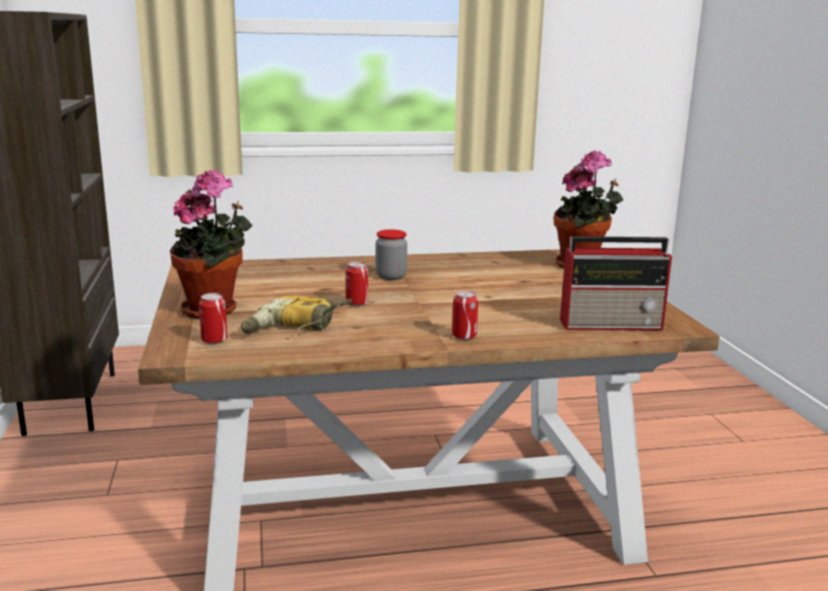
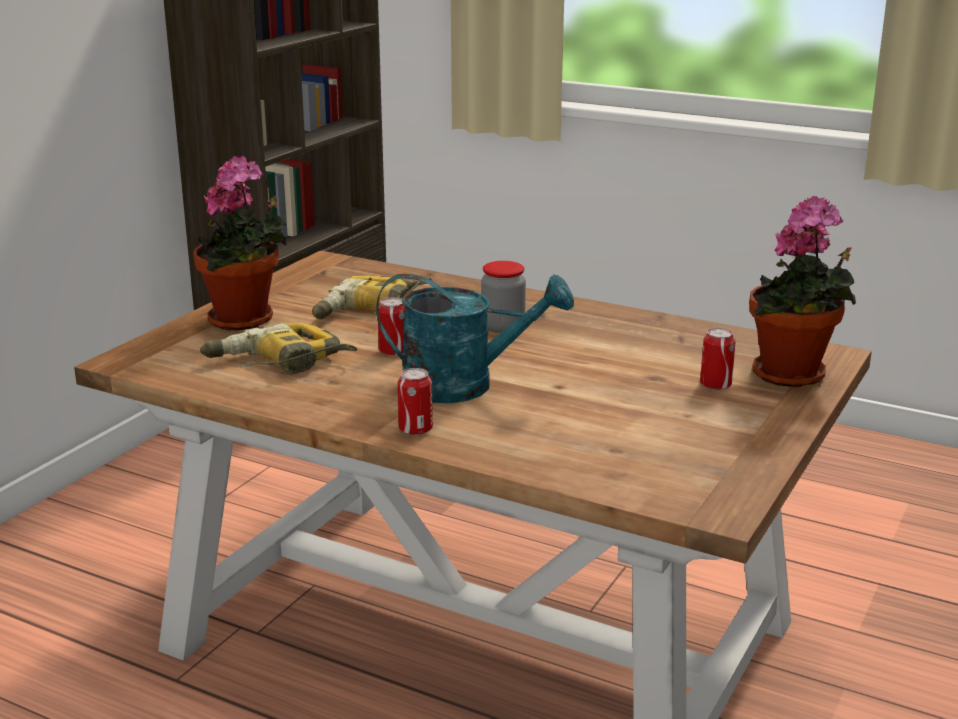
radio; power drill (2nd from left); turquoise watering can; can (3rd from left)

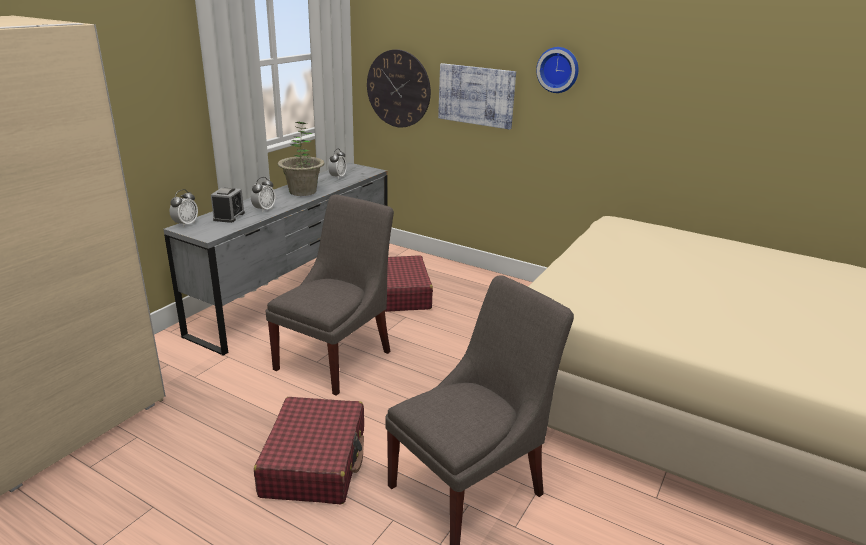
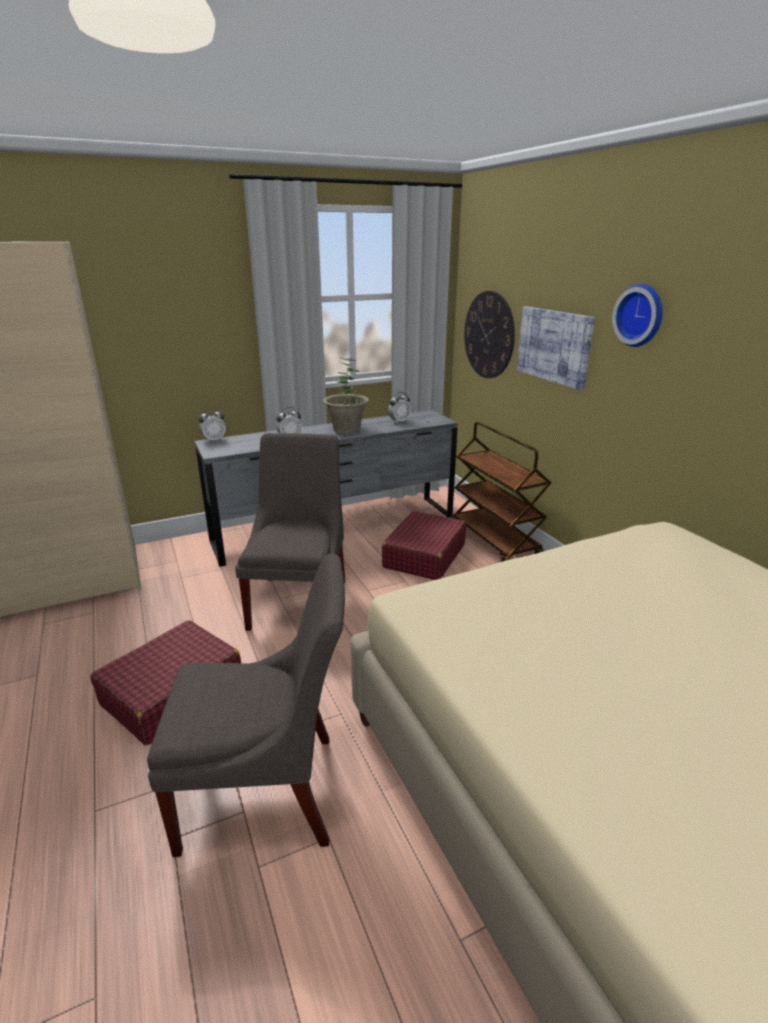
alarm clock (2nd from left in the first image); brown cart; grey chair (2nd from left)

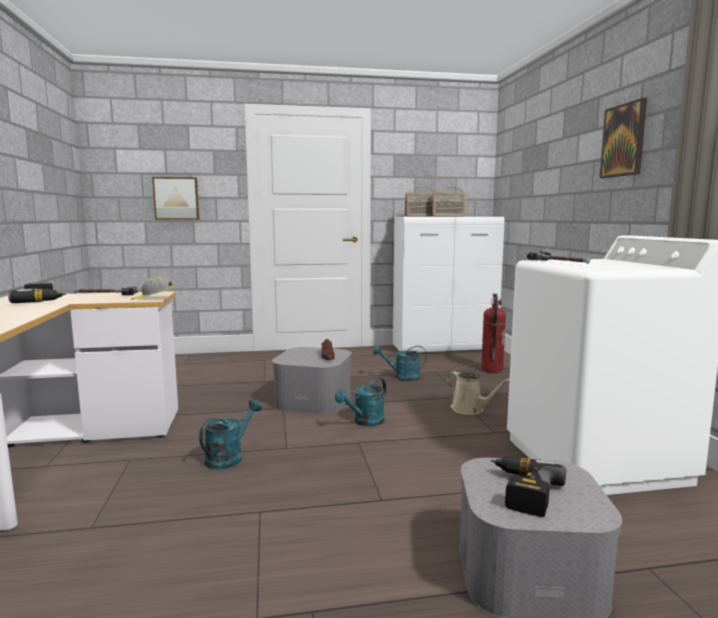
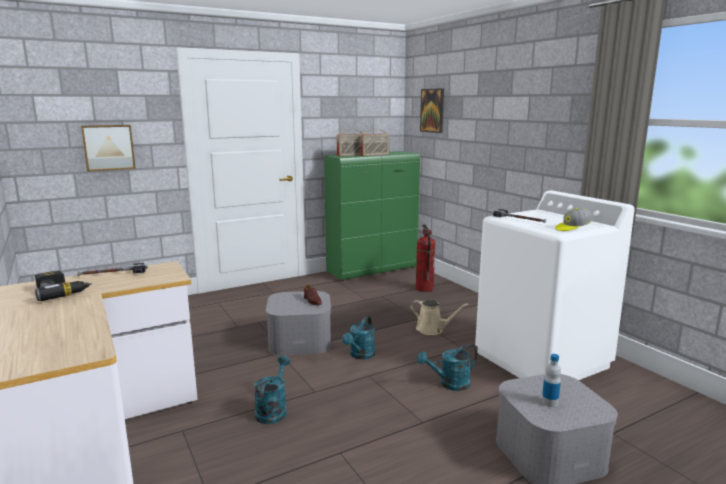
cap; turquoise watering can (3rd from left); picture (2nd from left); bottle; green cabinet

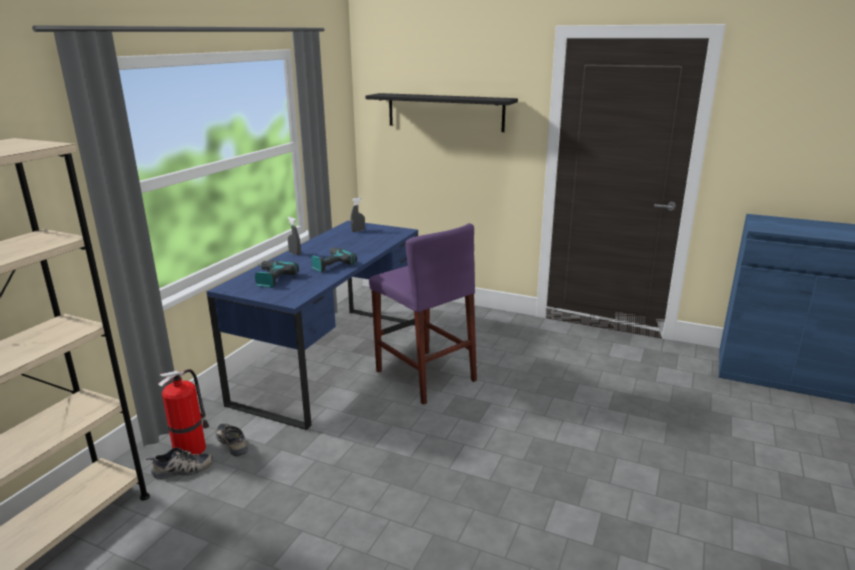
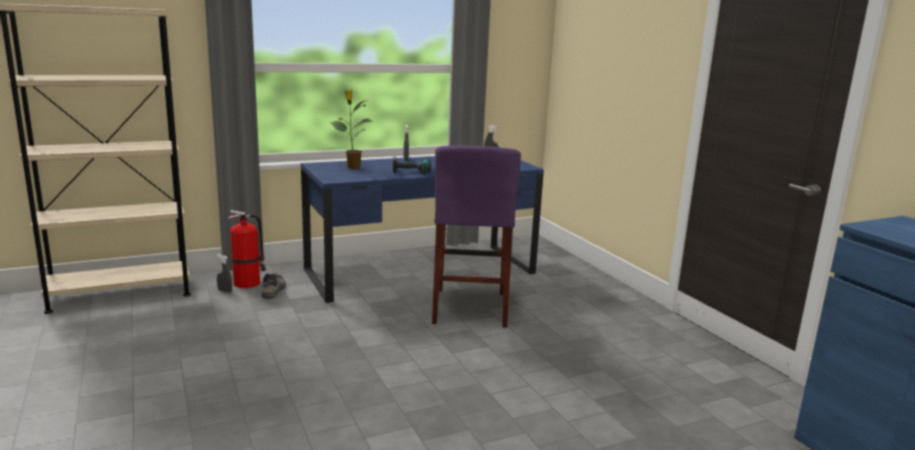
black shelf; grey spray bottle (1st from left); potted plant

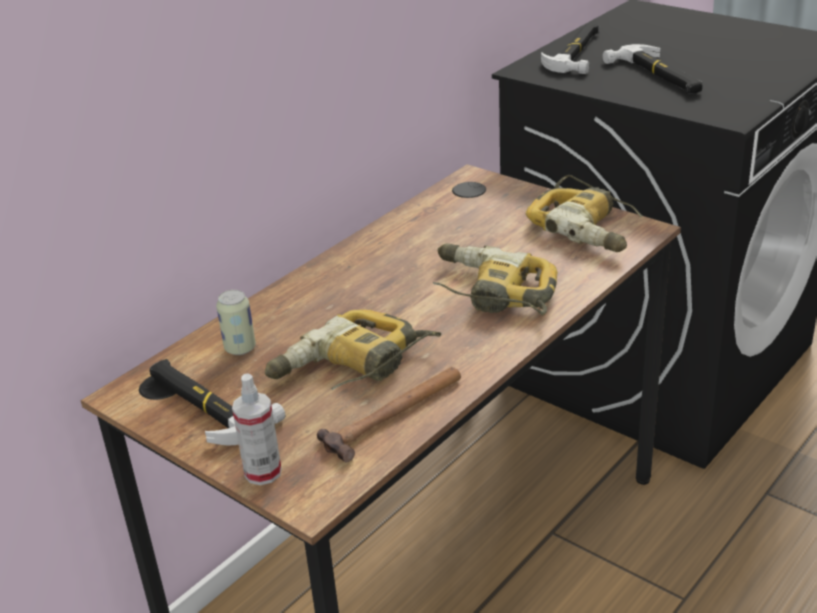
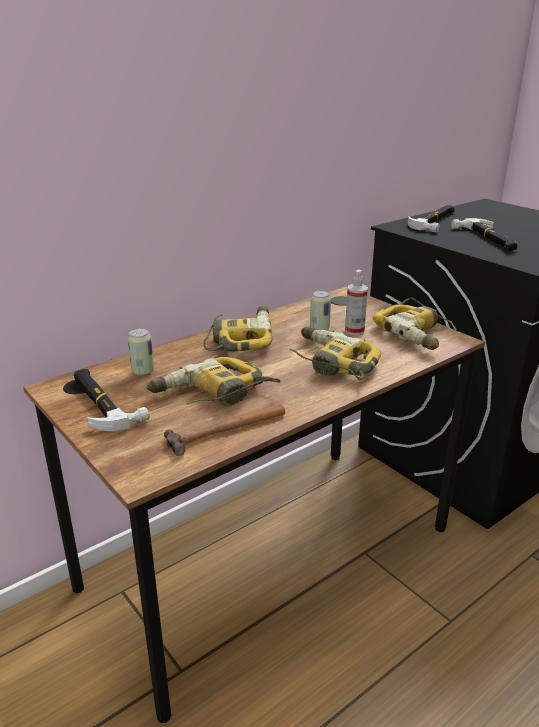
power drill (2nd from left); can (2nd from left); spray bottle

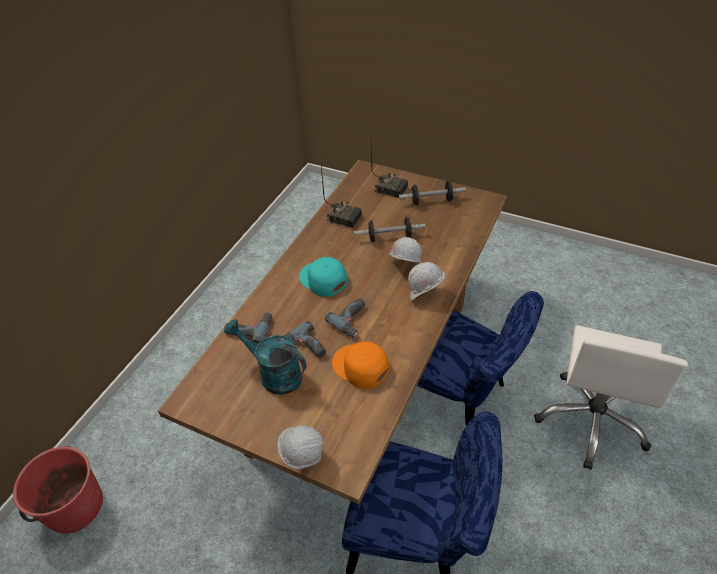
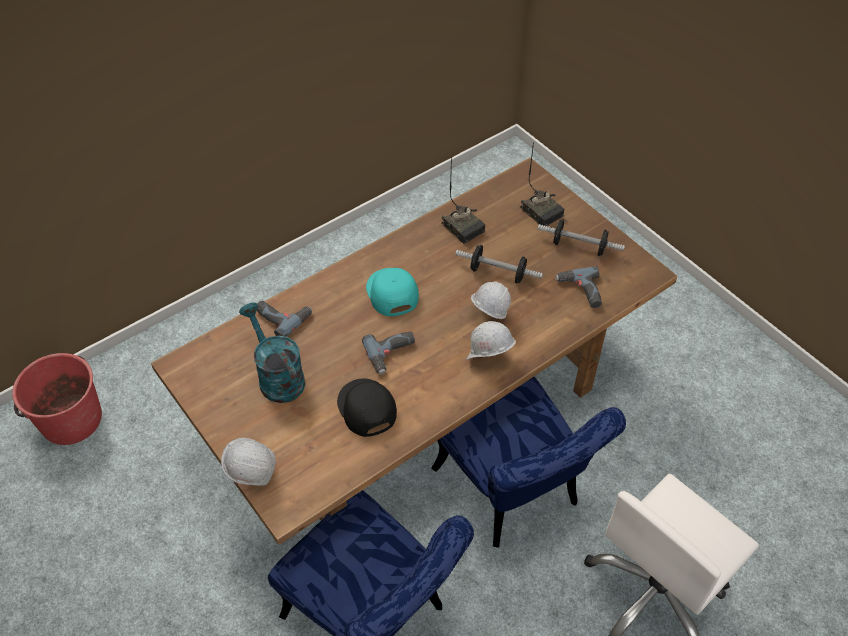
power drill (3rd from left); black cap

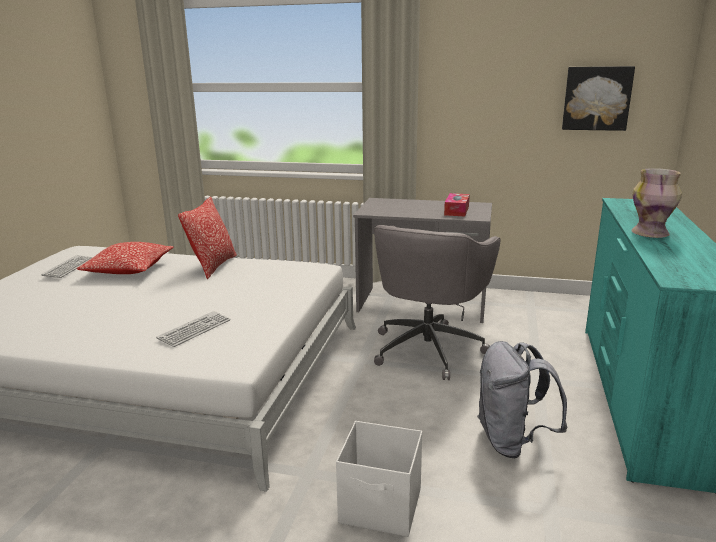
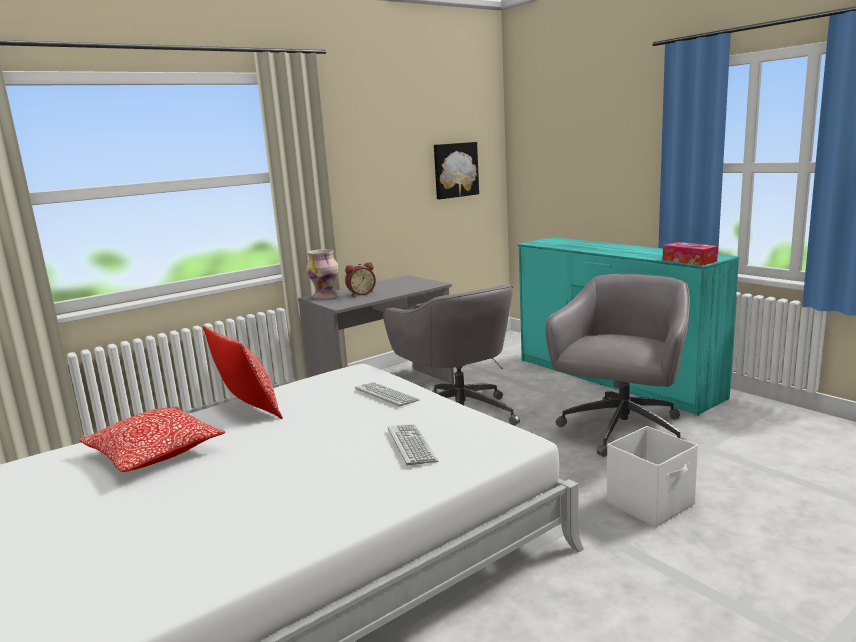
alarm clock; keyboard (1st from left); tissue box; vase; grey office chair (2nd from left)

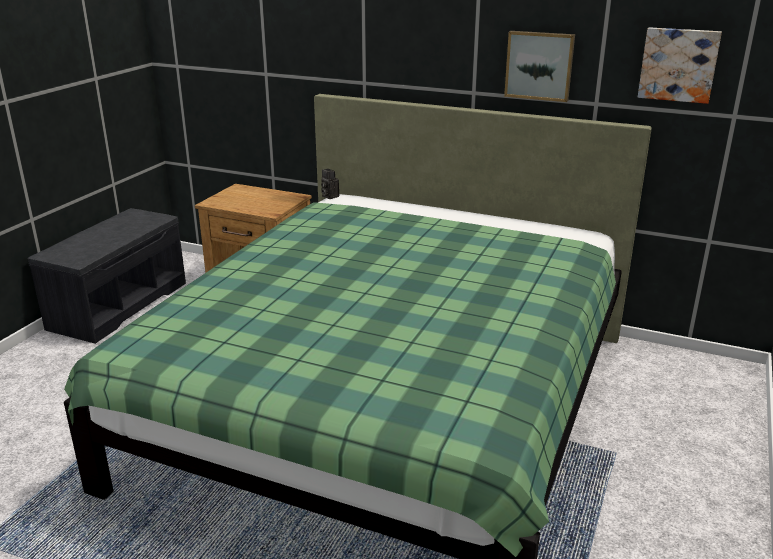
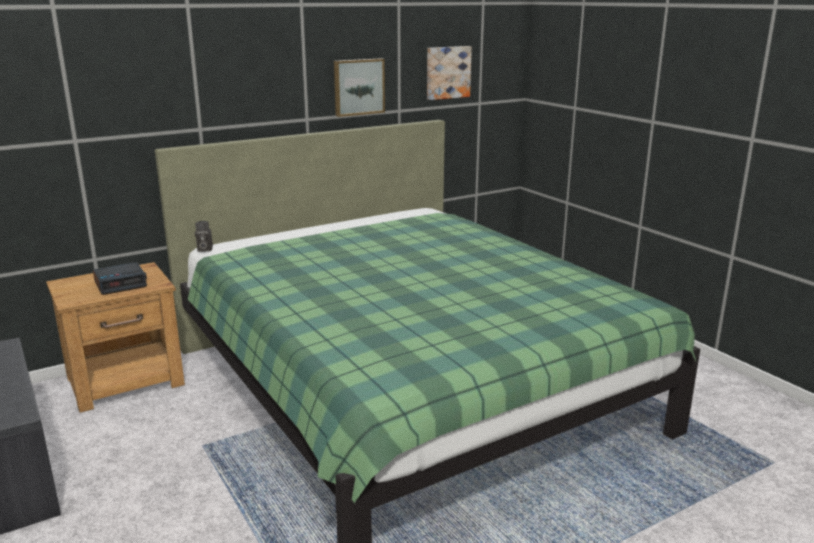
alarm clock

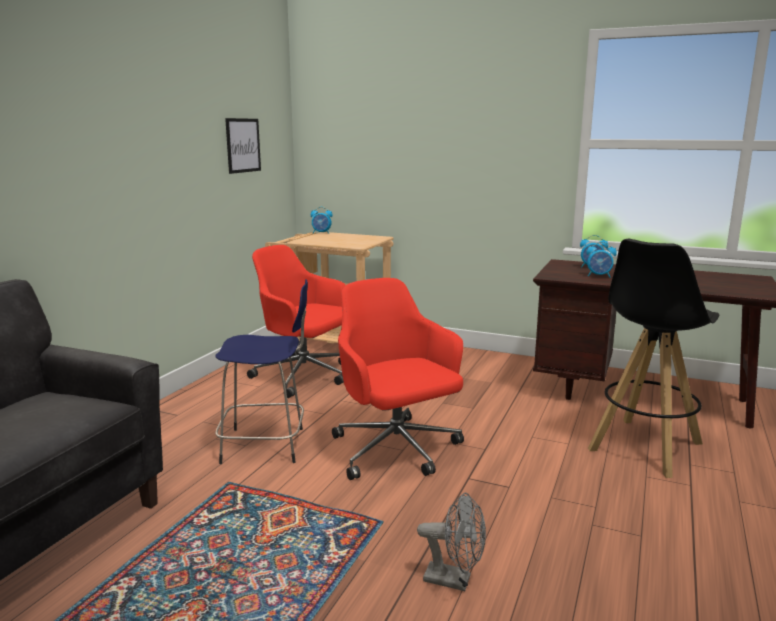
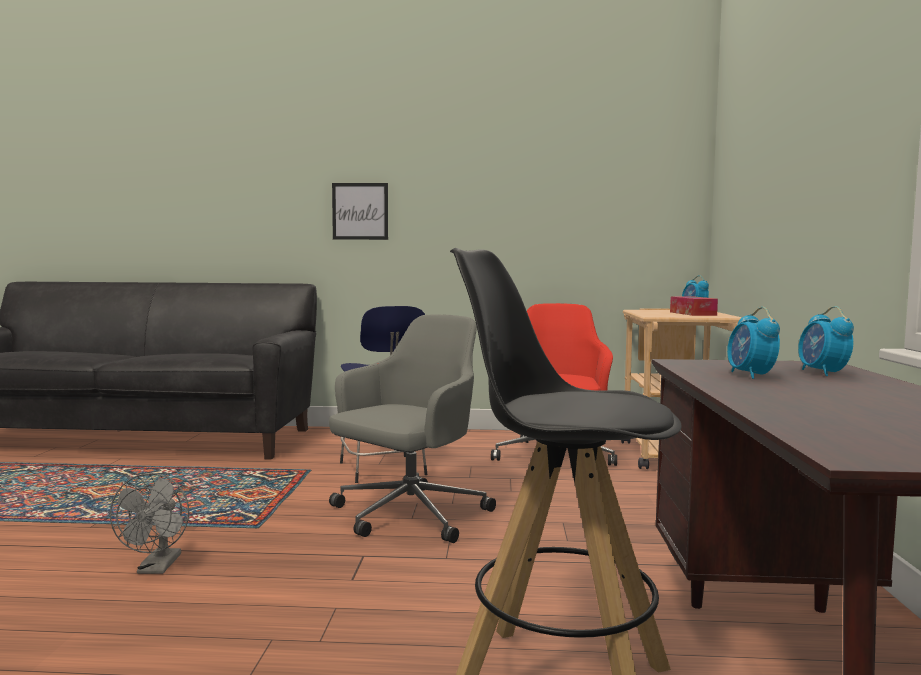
tissue box; picture; grey office chair

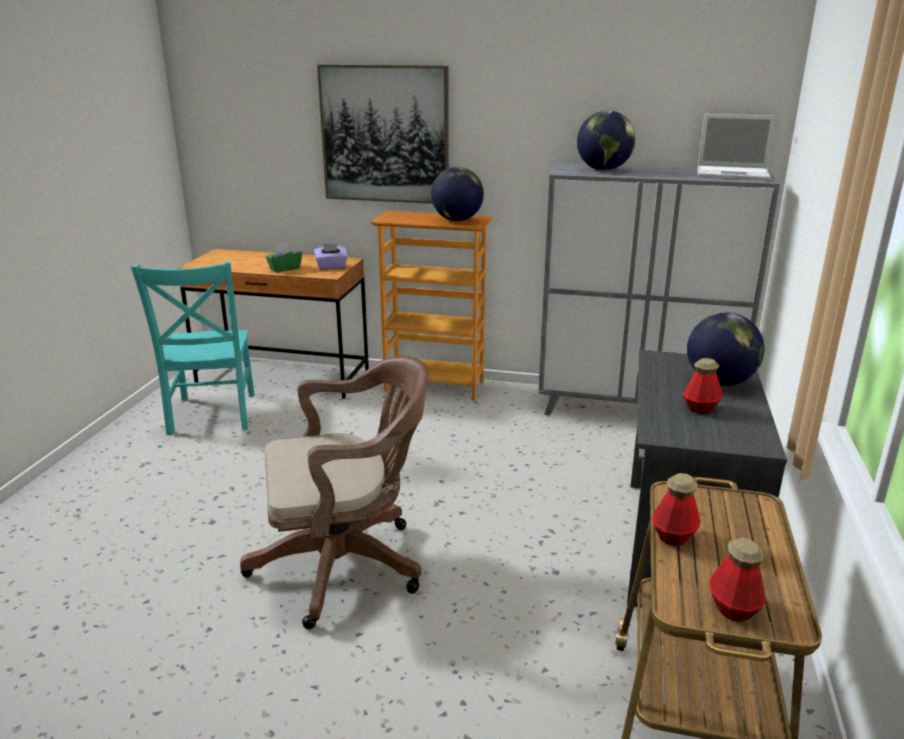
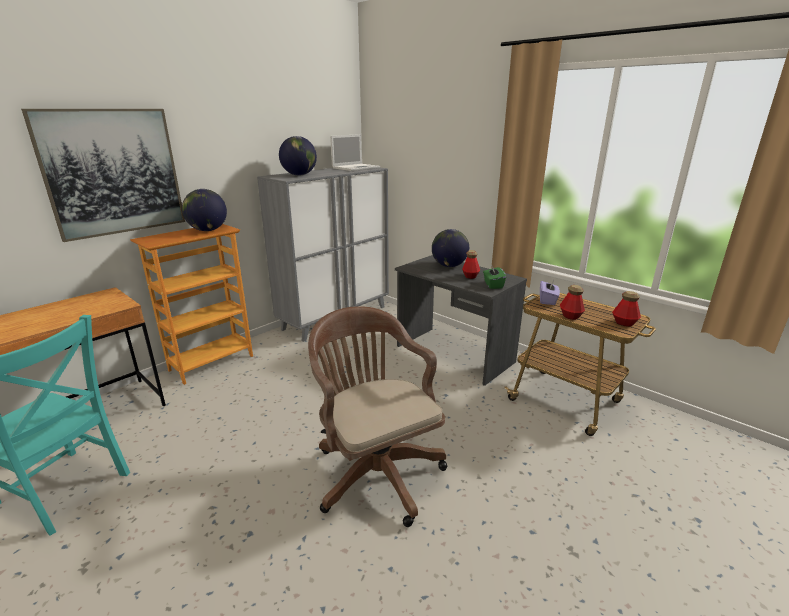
green tissue box; purple tissue box; brown office chair

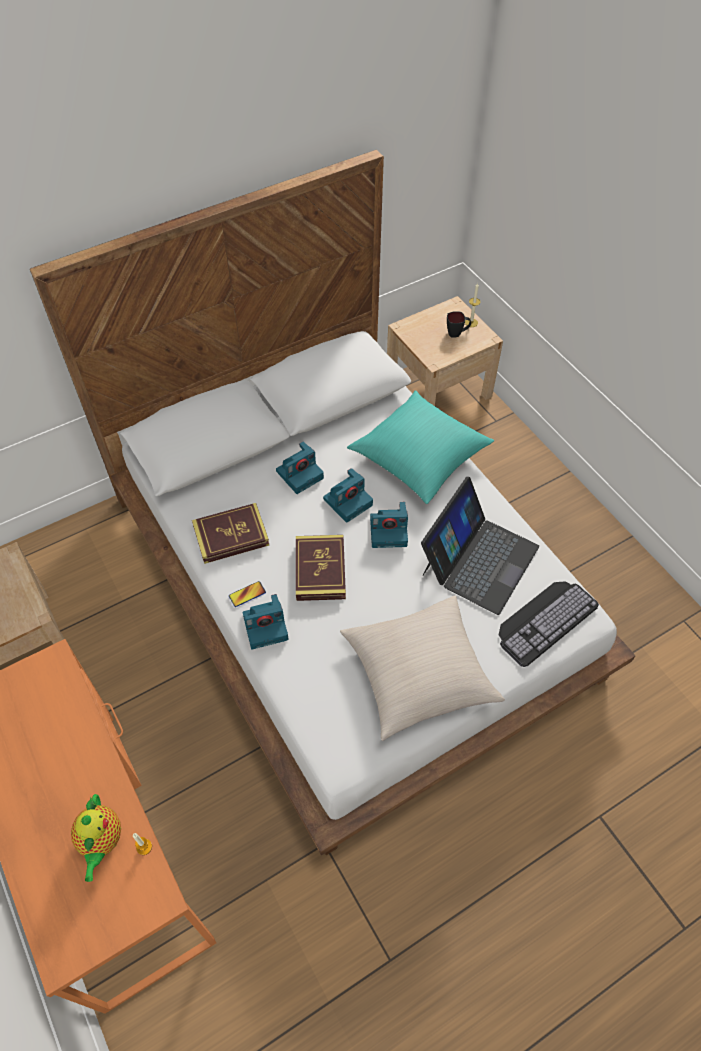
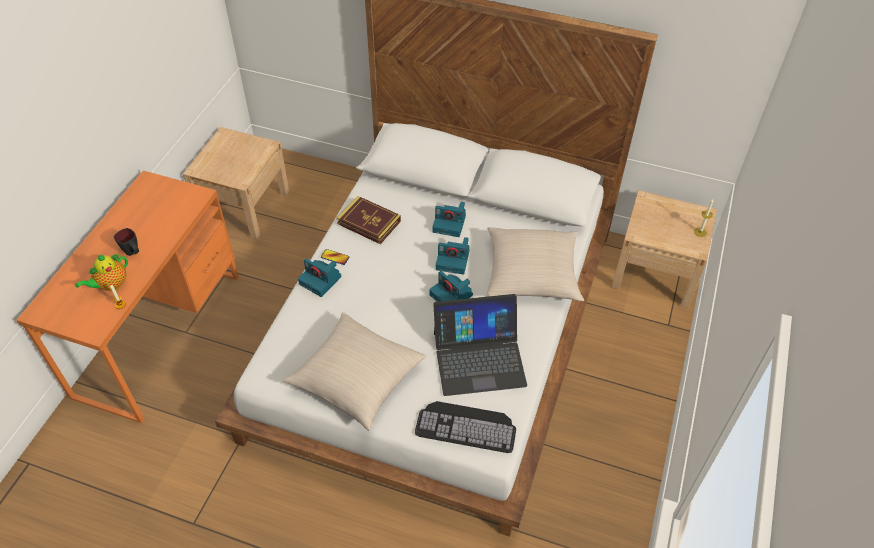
book (2nd from left in the first image); black mug; beige pillow (2nd from left)

